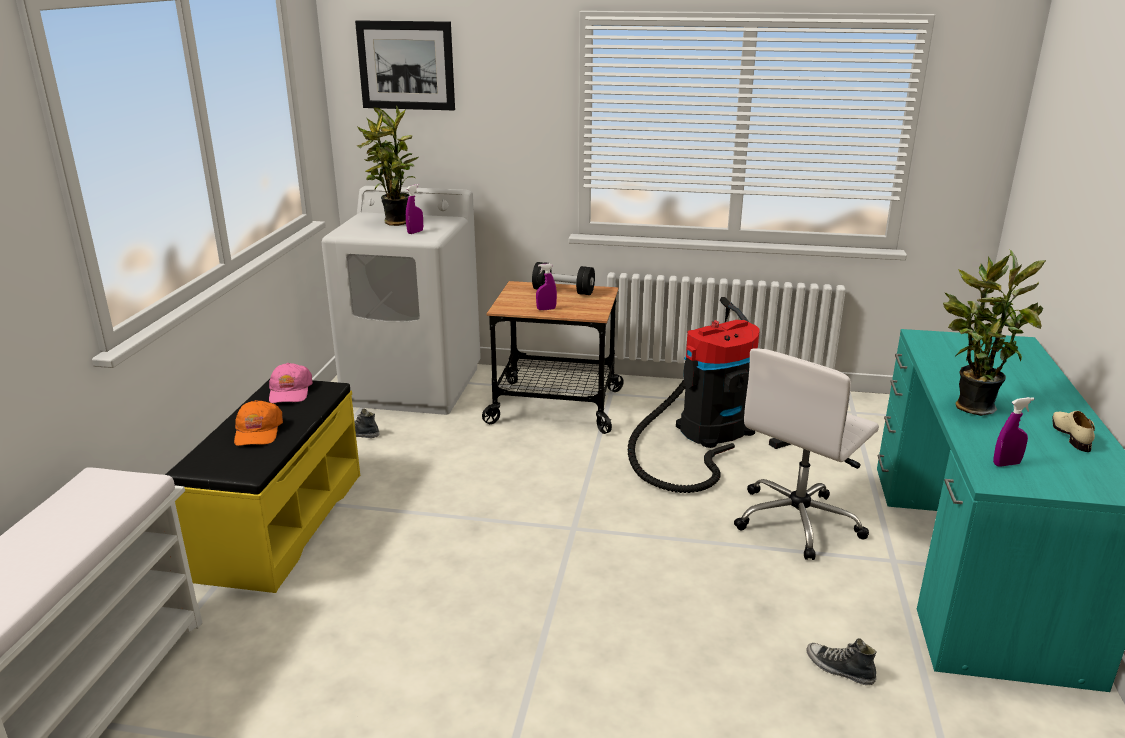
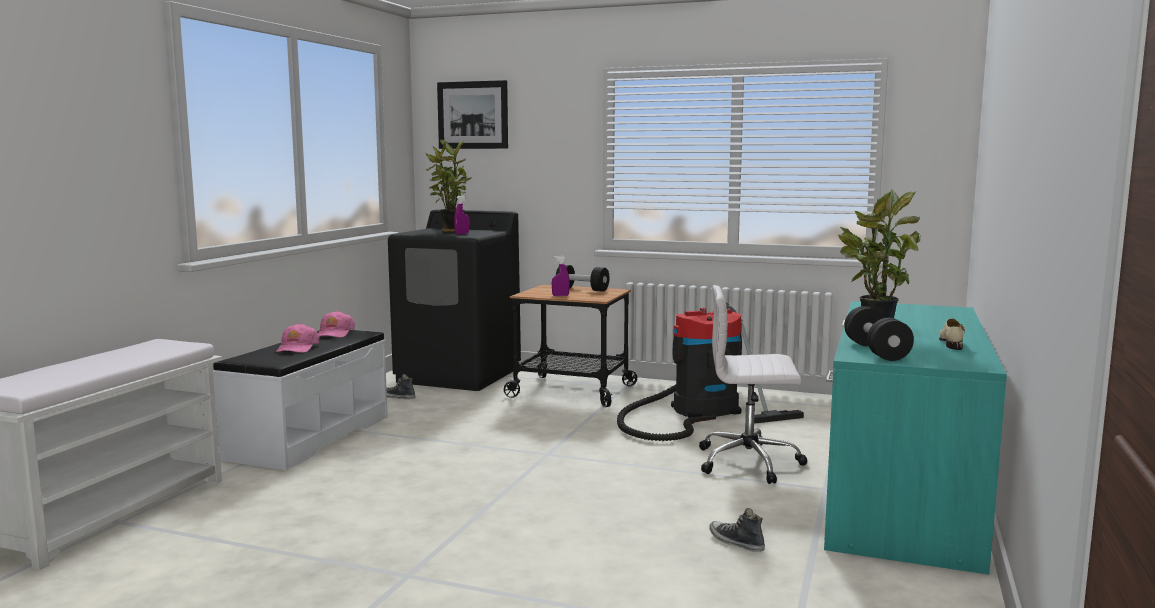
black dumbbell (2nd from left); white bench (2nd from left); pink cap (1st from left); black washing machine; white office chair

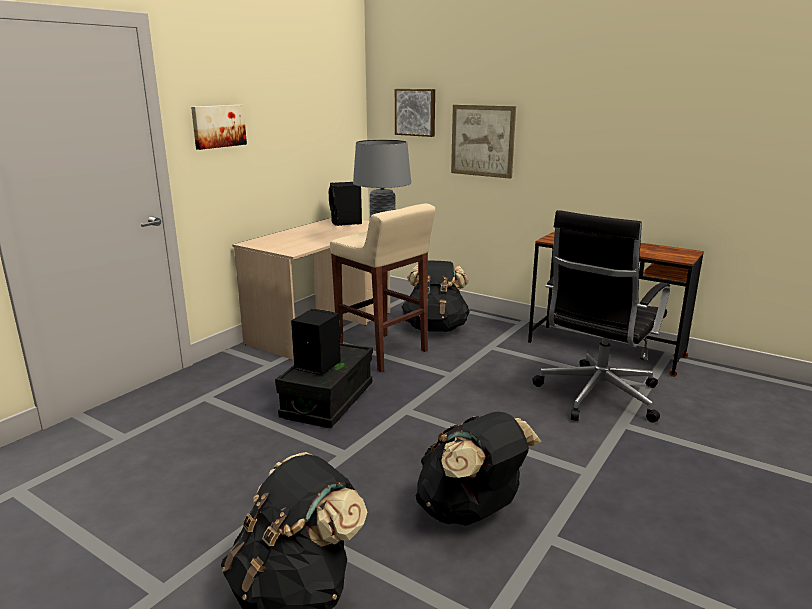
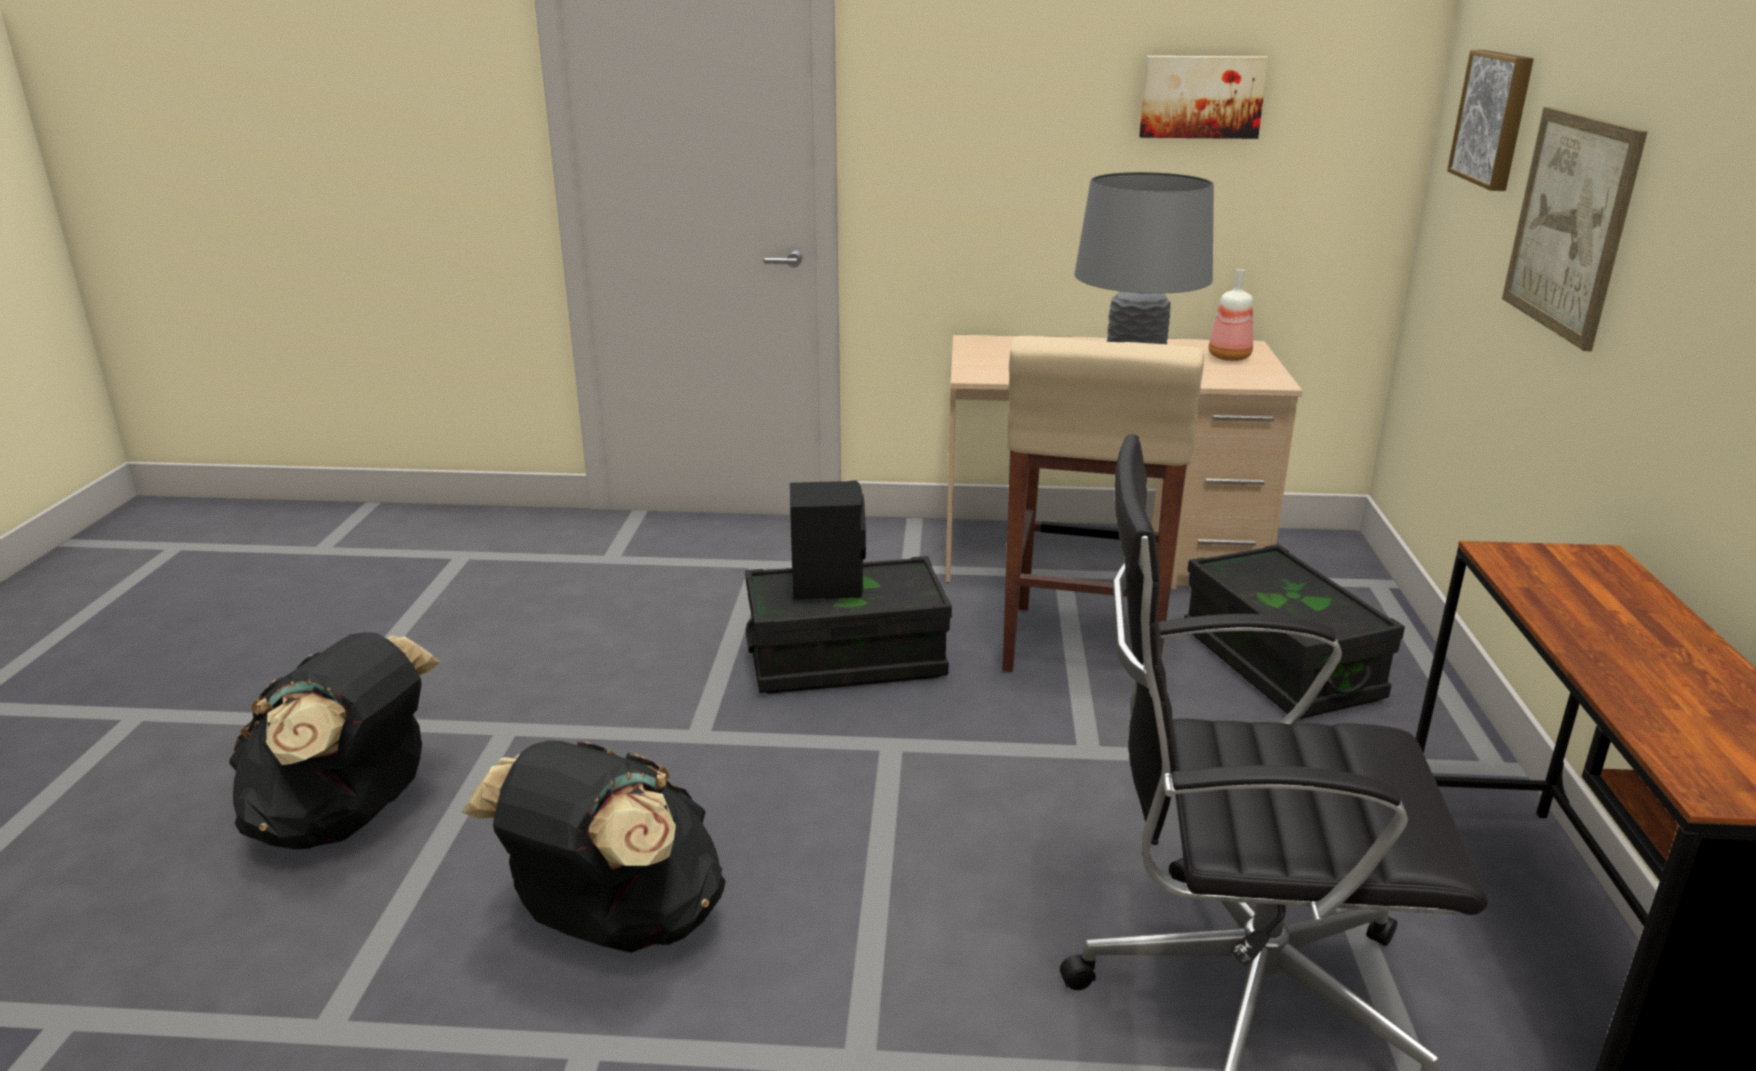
picture (1st from left); bottle; black storage box (2nd from left)

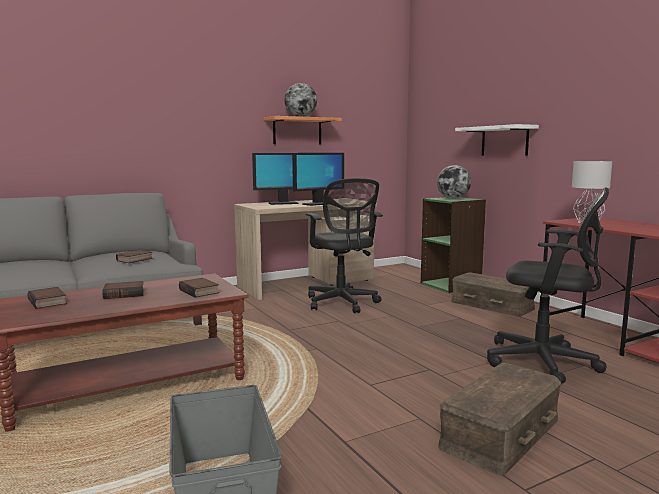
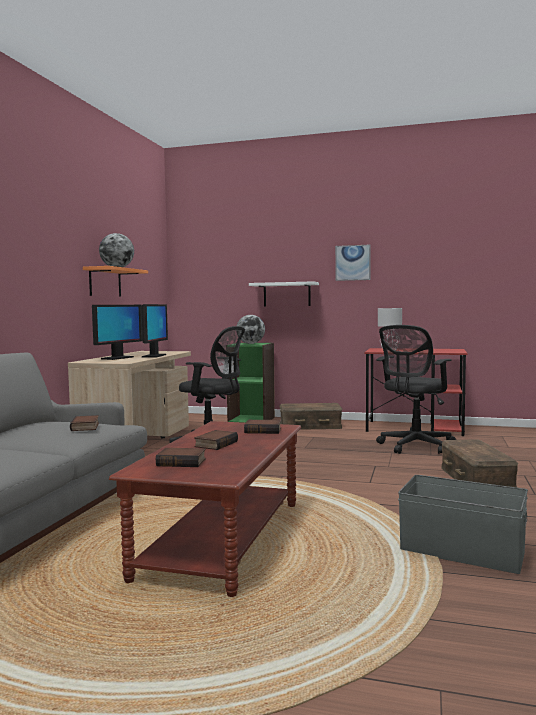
picture; black office chair (2nd from left)

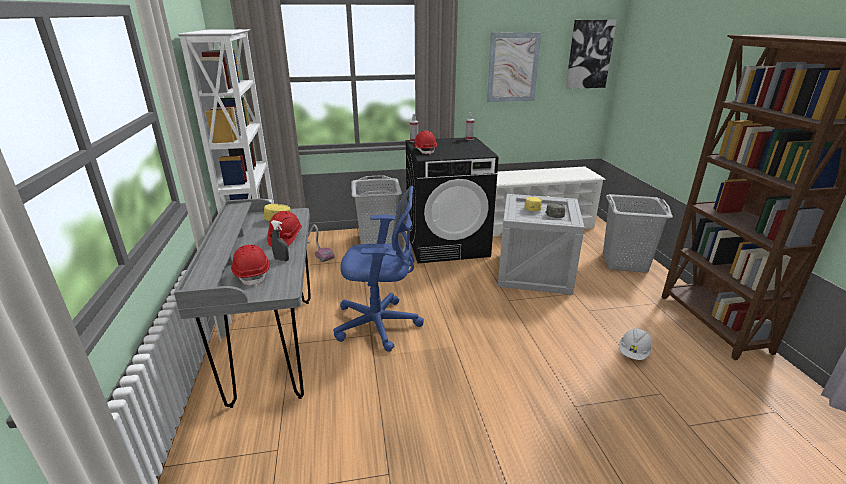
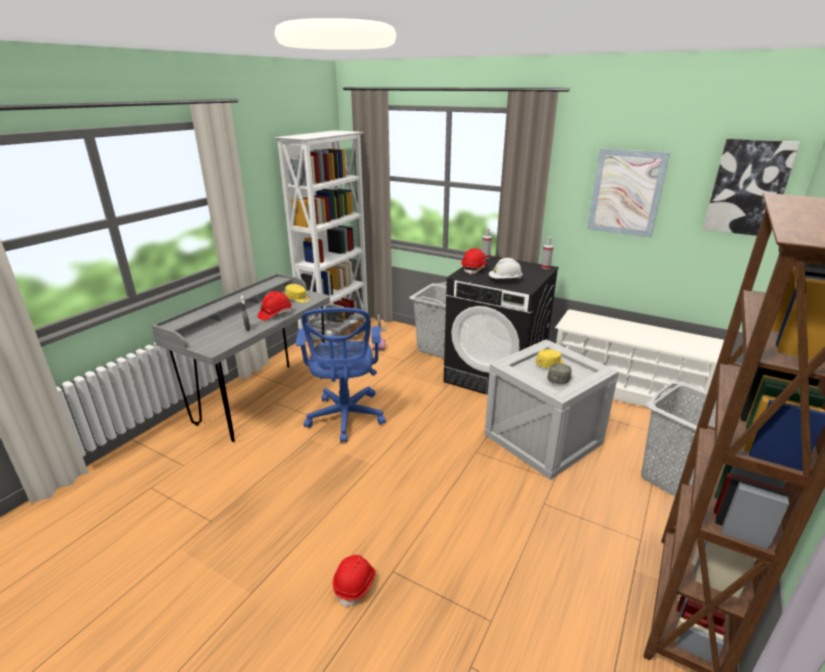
red hard hat (2nd from left); white hard hat; blue office chair

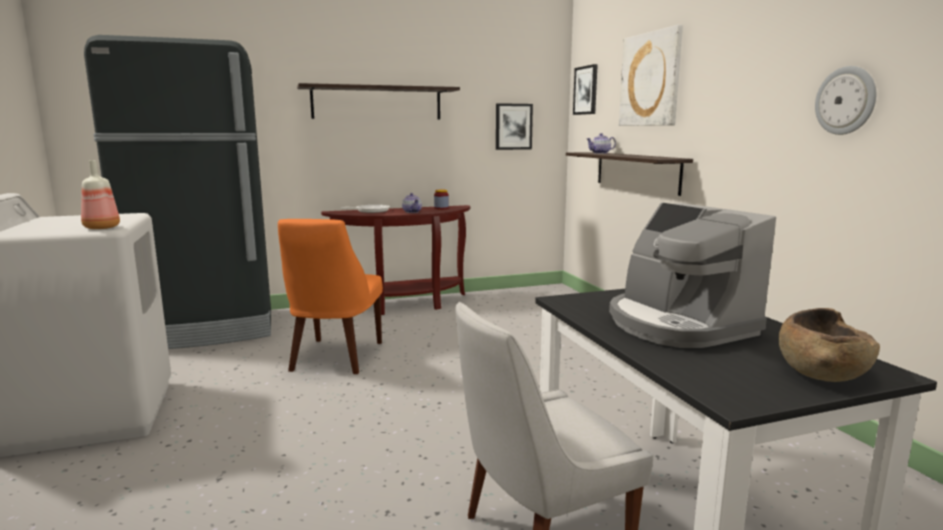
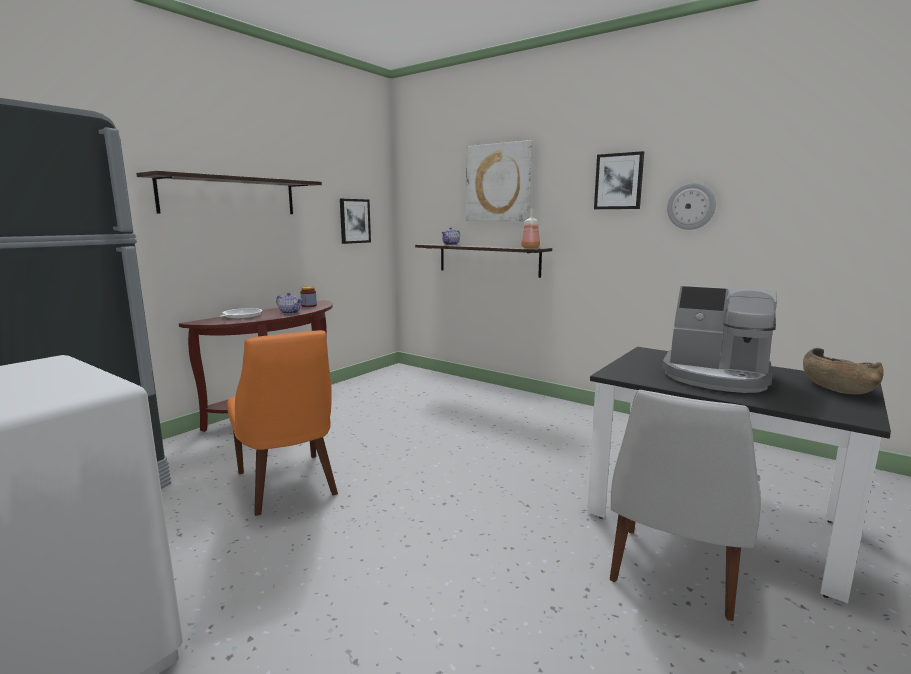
bottle; picture (3rd from left)

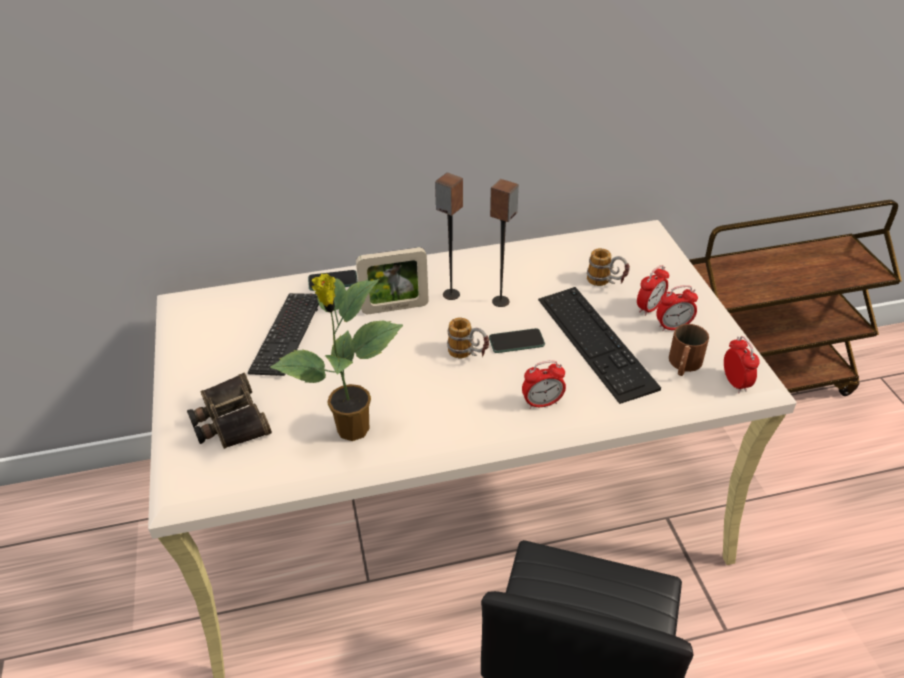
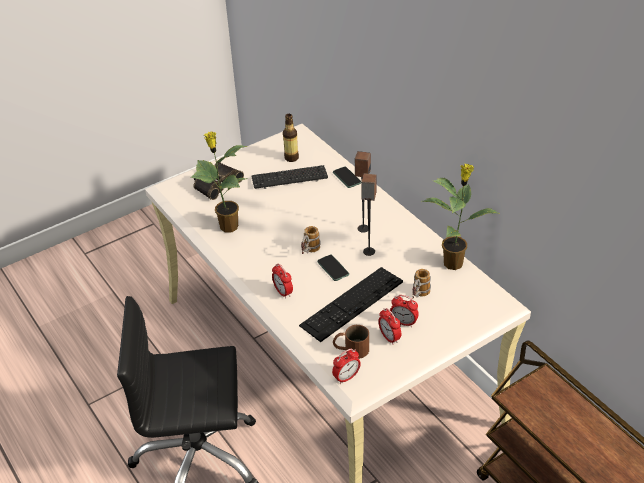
picture frame; bottle; potted plant (2nd from left)

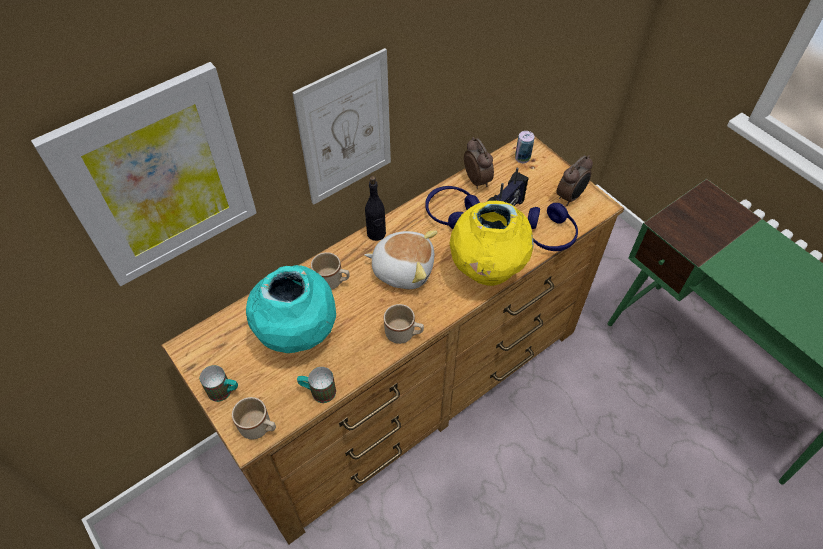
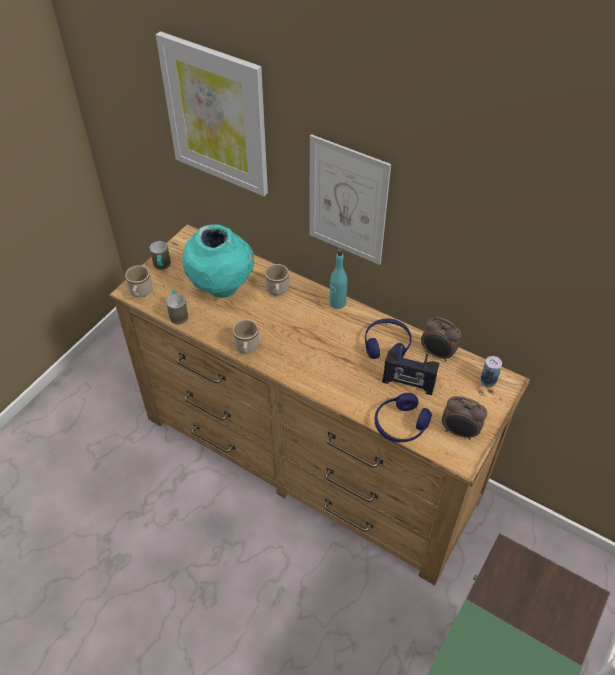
plush toy; yellow vase; turquoise bottle; alarm clock (1st from left)

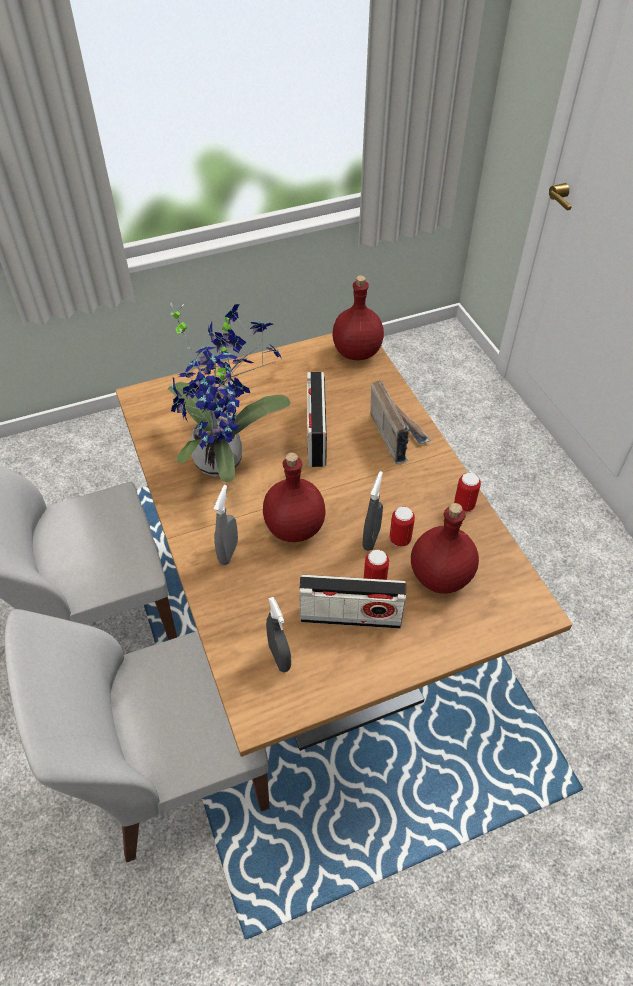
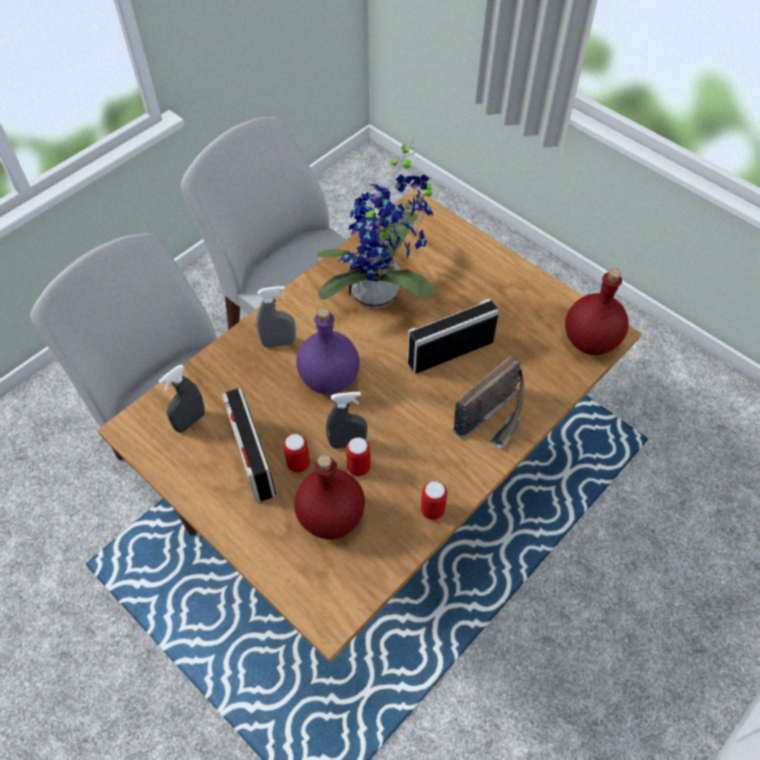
purple bottle

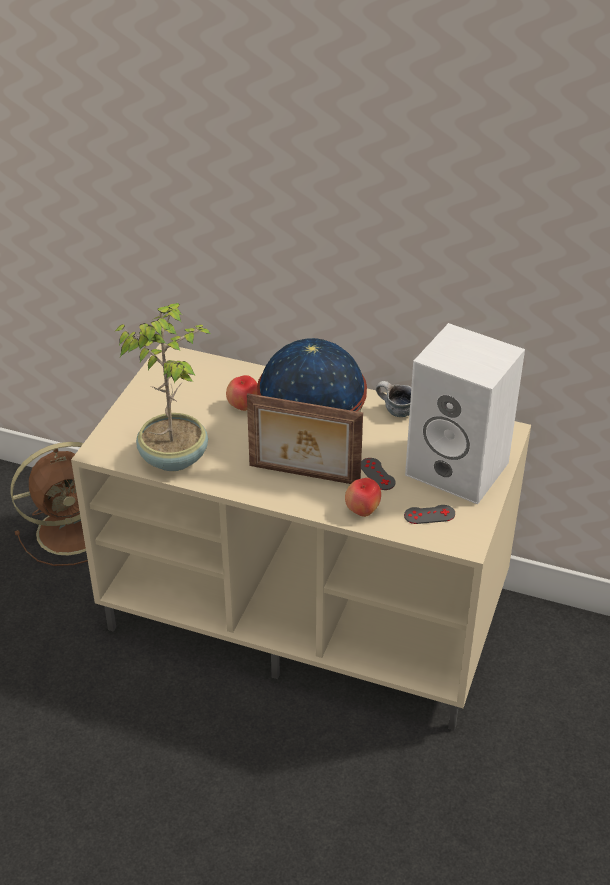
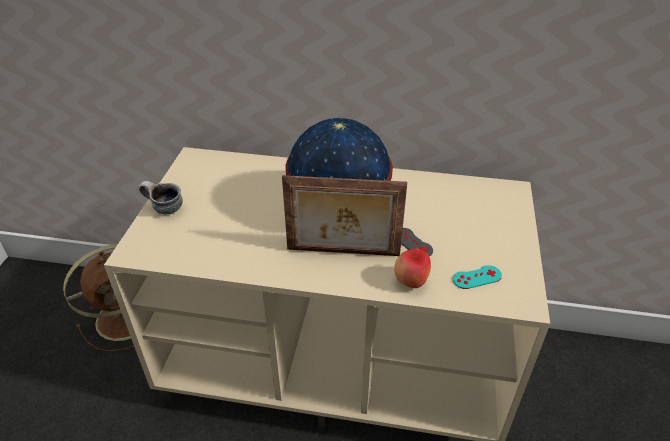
potted plant; apple (1st from left in the first image); white speaker; mug; turquoise game controller

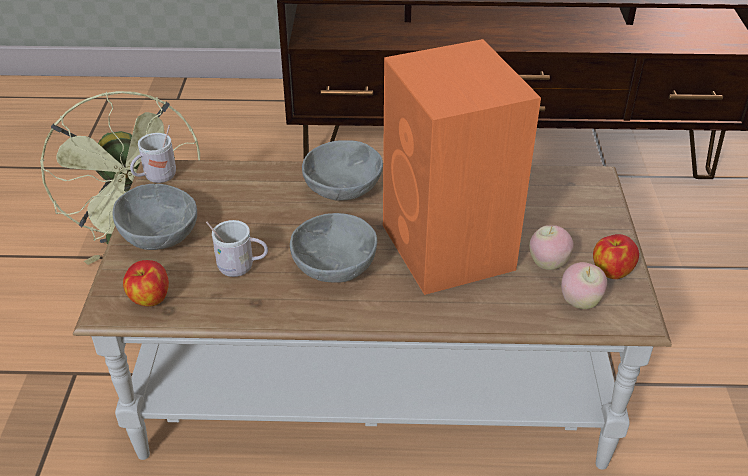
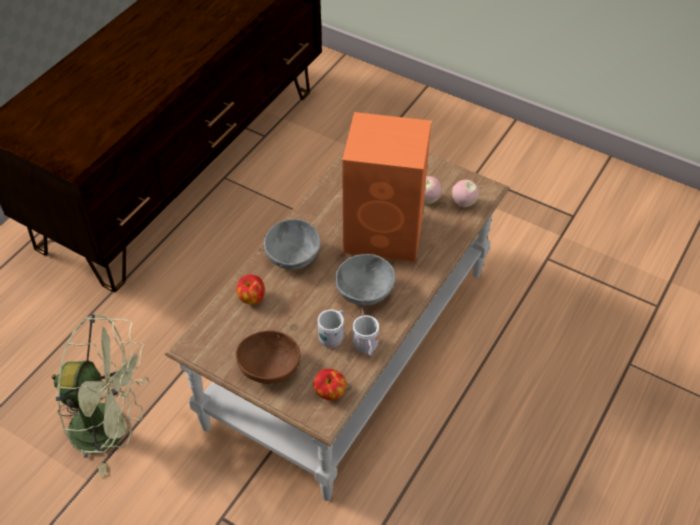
white mug (2nd from left); apple (1st from left); brown bowl

